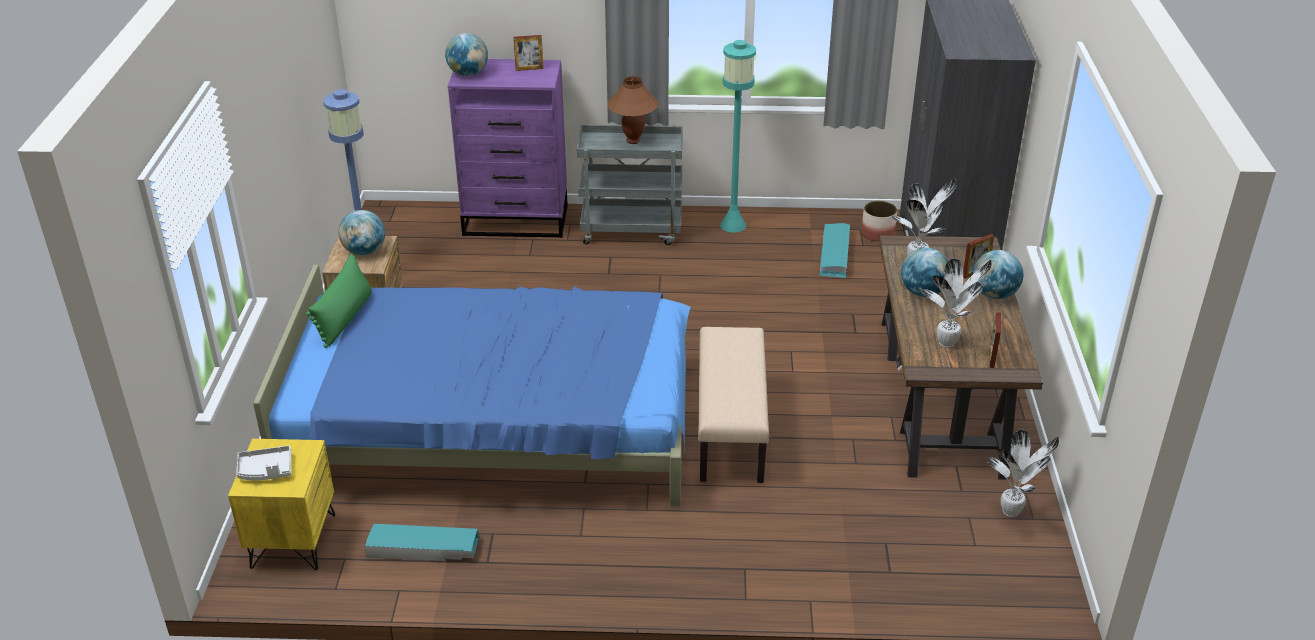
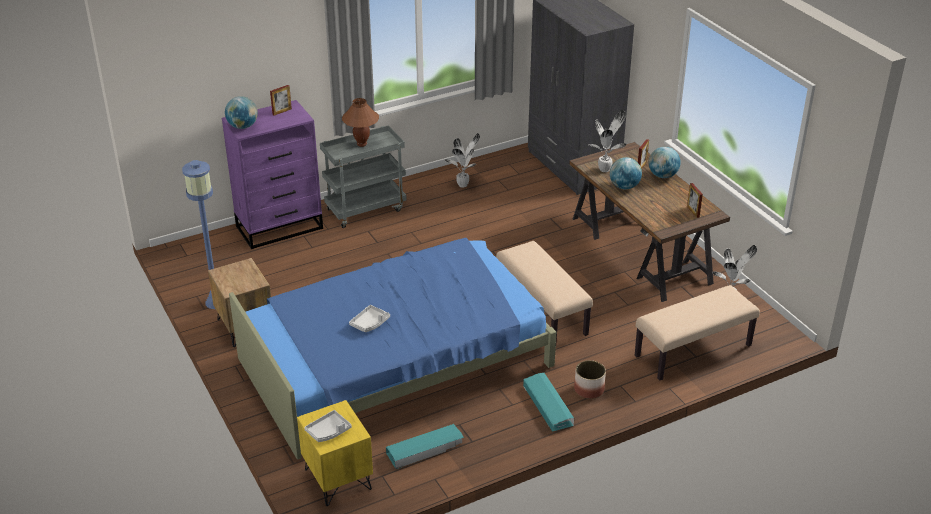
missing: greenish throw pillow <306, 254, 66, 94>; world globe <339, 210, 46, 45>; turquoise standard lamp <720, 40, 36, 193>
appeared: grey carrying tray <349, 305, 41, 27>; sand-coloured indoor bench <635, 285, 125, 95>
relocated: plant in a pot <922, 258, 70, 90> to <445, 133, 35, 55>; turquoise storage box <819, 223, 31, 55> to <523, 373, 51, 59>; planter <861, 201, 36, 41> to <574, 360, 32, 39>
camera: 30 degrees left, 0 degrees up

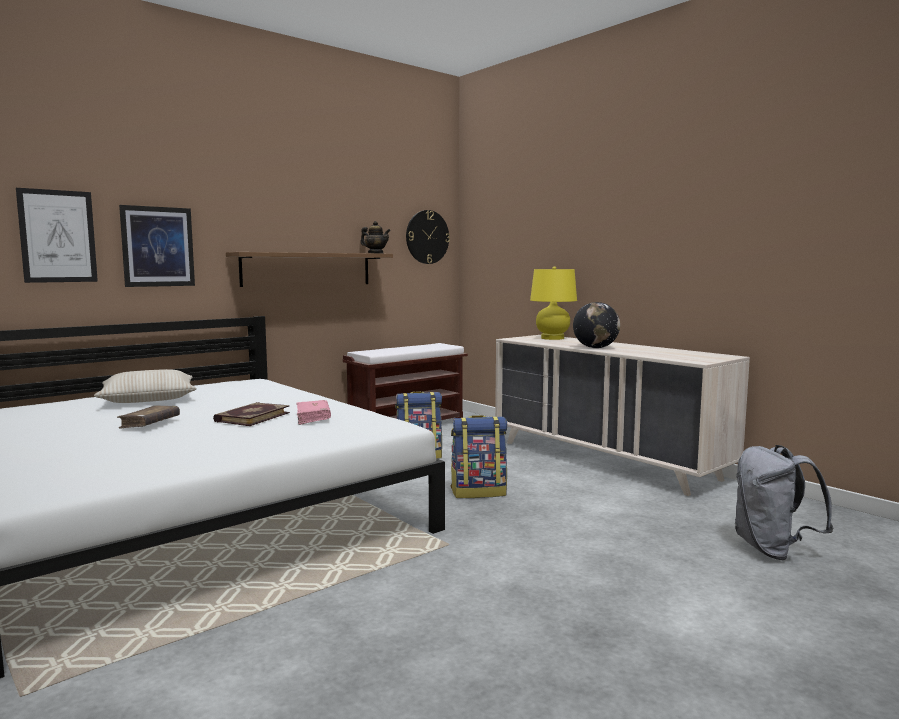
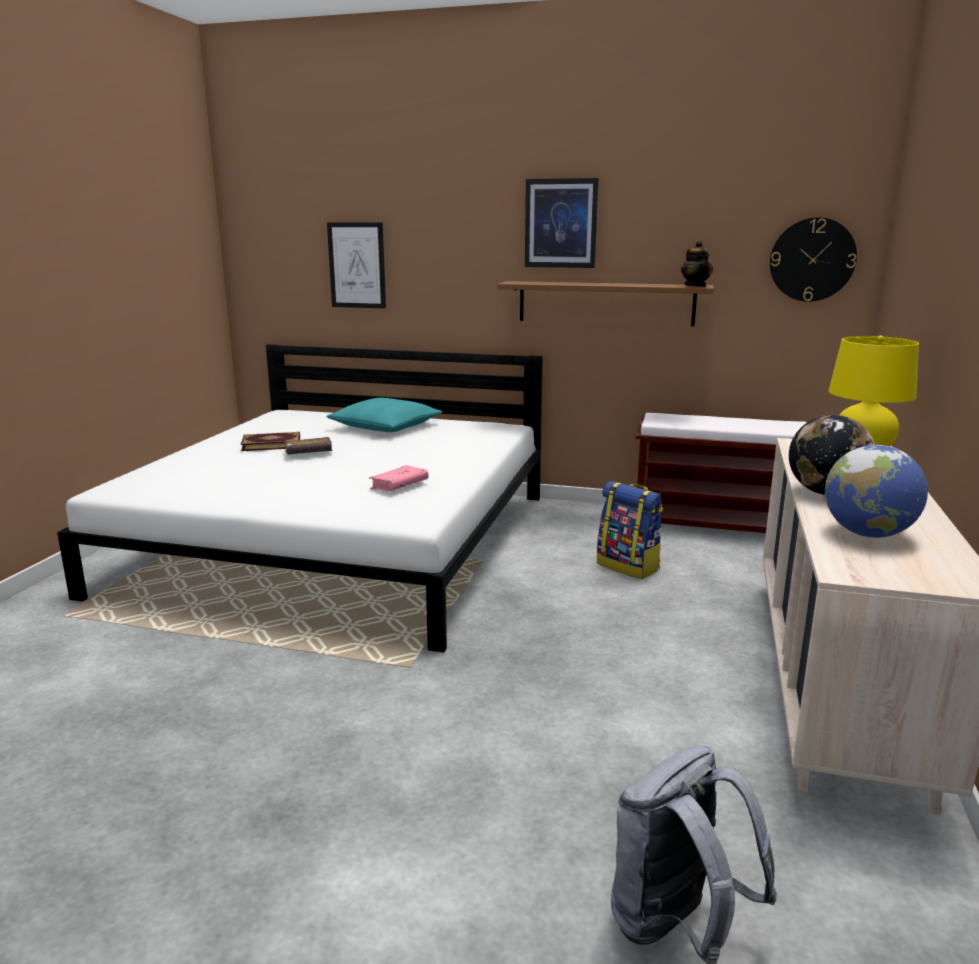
missing: knapsack <451, 415, 56, 83>
appeared: world globe <825, 445, 103, 93>
relocated: bound book <213, 402, 77, 24> to <241, 432, 59, 19>; wall picture <119, 205, 76, 82> to <525, 178, 74, 90>
colour: sand-coloured throw pillow <94, 369, 103, 34> to turquoise throw pillow <327, 398, 115, 34>
camera: 55 degrees right, 10 degrees up

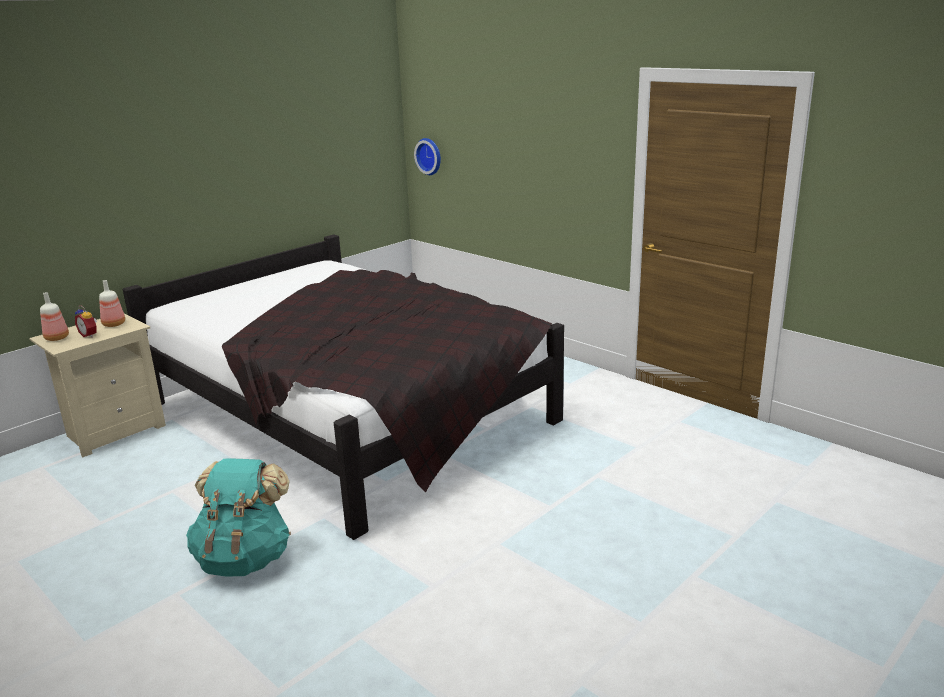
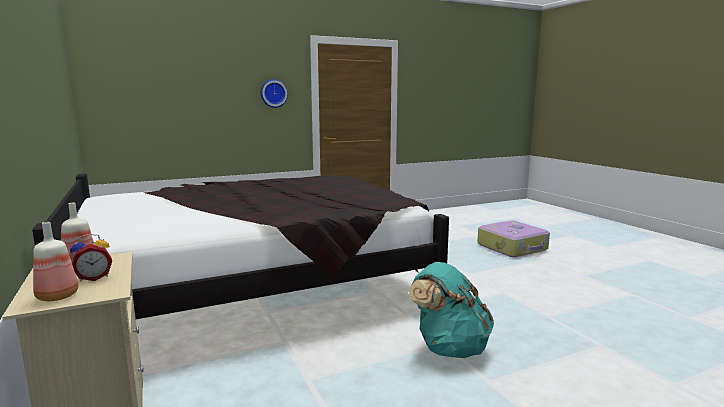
appeared: travel case <477, 220, 73, 37>
relocated: clock on the wall <414, 138, 27, 37> to <261, 79, 27, 29>
camera: 70 degrees left, 10 degrees down

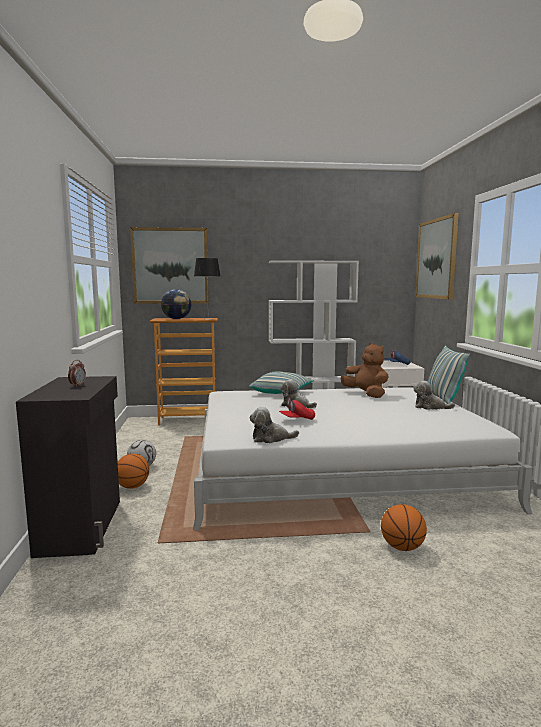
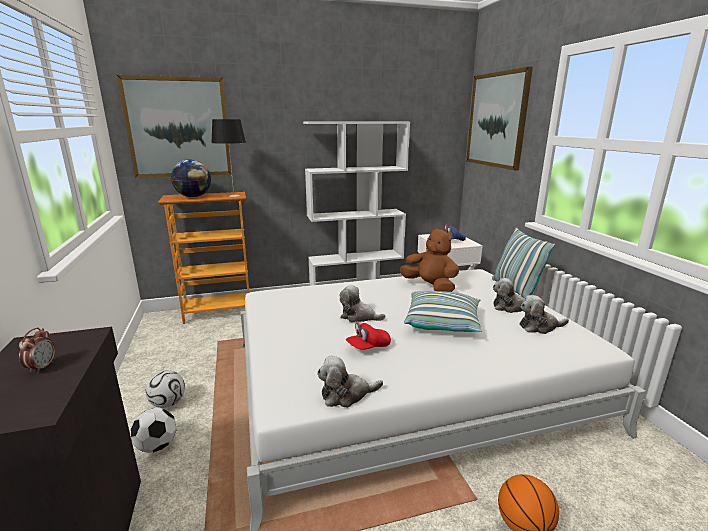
appeared: soft toy <519, 295, 50, 39>
relocated: throw pillow <249, 371, 65, 23> to <404, 291, 78, 41>
exchanged: basketball ball <118, 454, 31, 35> to football ball <131, 408, 45, 45>
camera: 10 degrees left, 10 degrees up

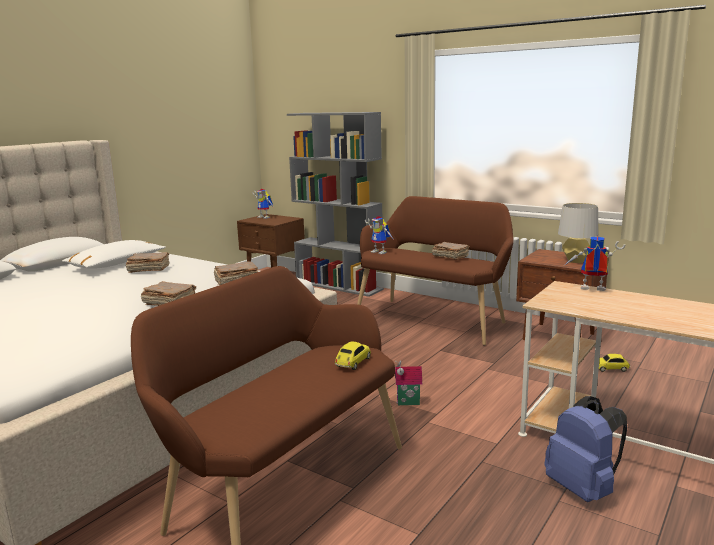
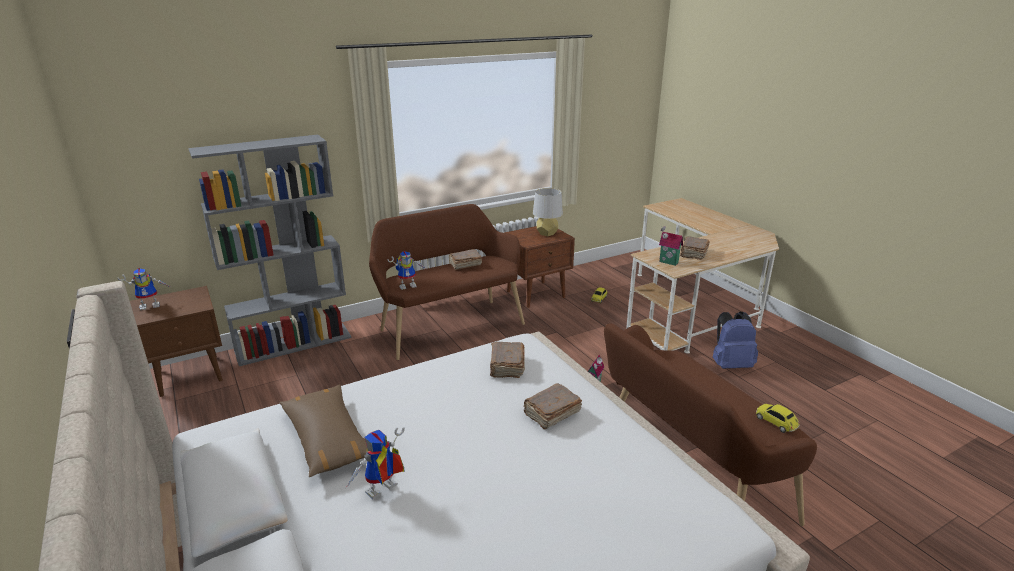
appeared: toy house <659, 226, 24, 40>
relocated: toy robot <565, 236, 60, 55> to <346, 427, 59, 72>; brownish bound book <126, 252, 44, 21> to <680, 237, 30, 23>; model car <335, 342, 36, 28> to <756, 404, 44, 29>
colour: whitish throw pillow <62, 240, 104, 29> to brownish throw pillow <279, 384, 88, 93>
camera: 65 degrees left, 10 degrees up

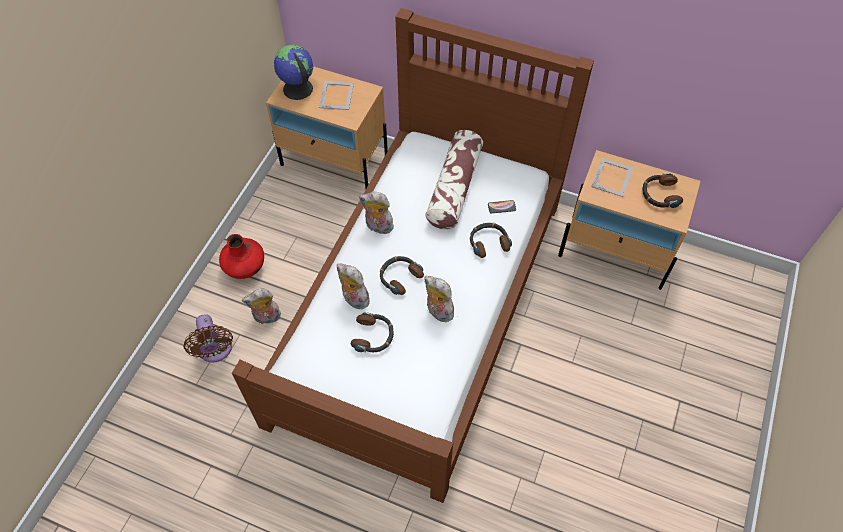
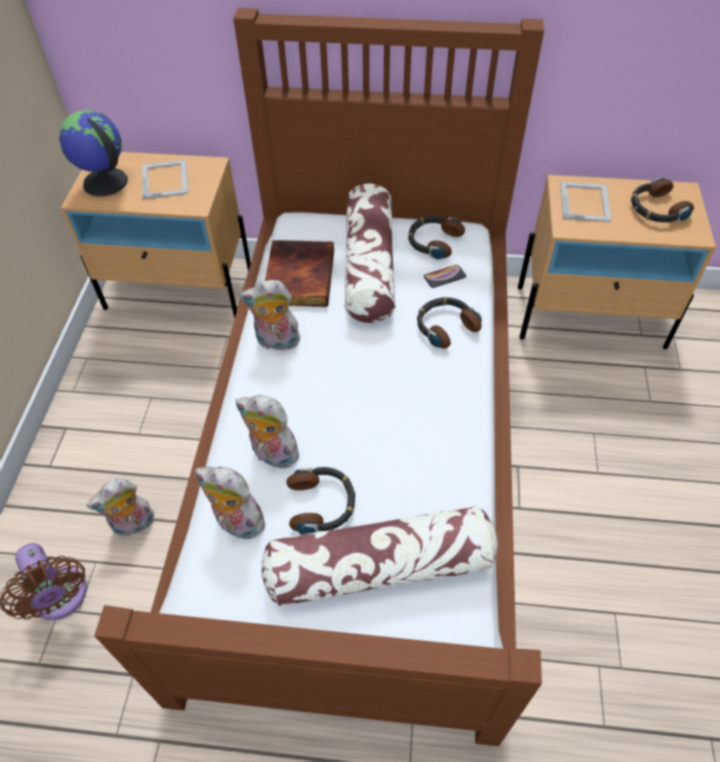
missing: red-coloured flower vase <219, 234, 45, 45>
appeared: throw pillow <261, 505, 237, 102>; bound book <265, 240, 69, 67>
relocated: soft toy <425, 276, 31, 46> to <195, 467, 74, 72>; headphones <380, 256, 44, 39> to <408, 216, 57, 44>
camera: 15 degrees left, 5 degrees down

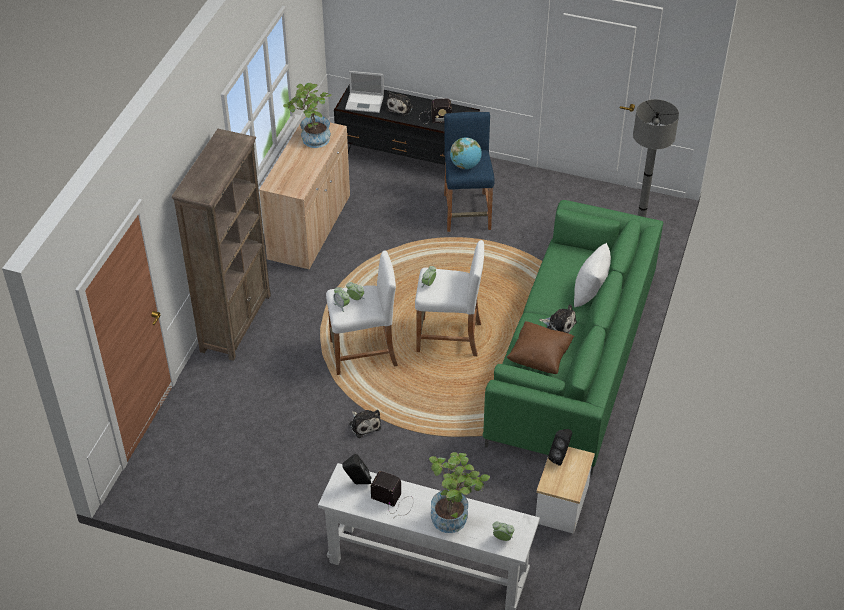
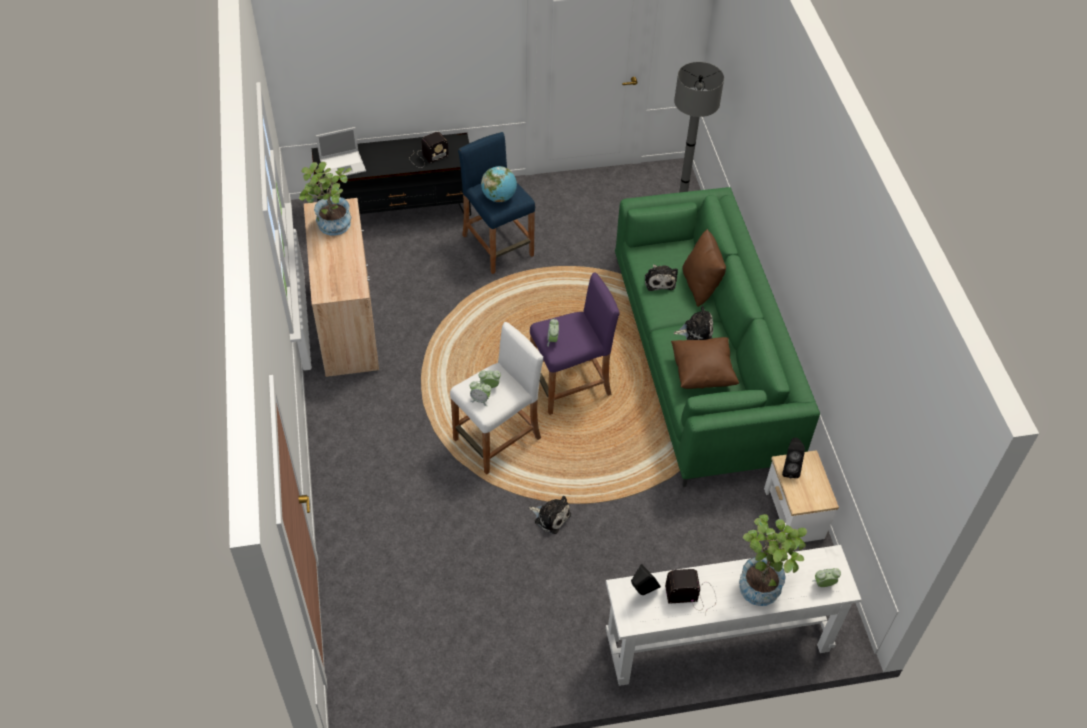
missing: brownish shelving unit <172, 129, 99, 232>
relocated: soft toy <386, 92, 27, 24> to <645, 264, 33, 27>
colour: whitish stool seat <415, 240, 69, 116> to purple-coloured stool seat <530, 272, 90, 143>; whitish throw pillow <574, 243, 37, 64> to brownish throw pillow <682, 229, 44, 78>
camera: 30 degrees left, 5 degrees up

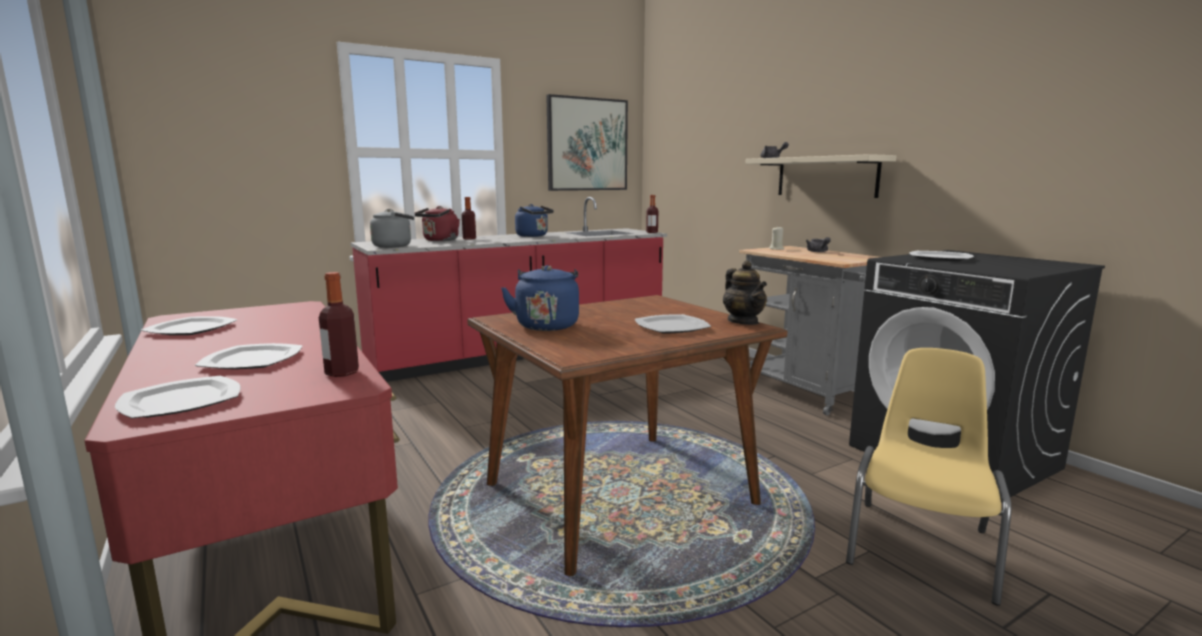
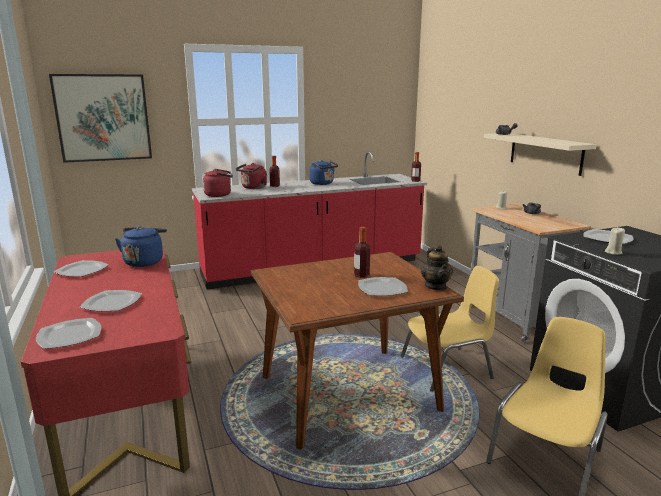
appeared: yellow plain chair <401, 266, 98, 126>; sand-coloured wax light <605, 228, 20, 27>
relocated: wall picture <546, 94, 82, 97> to <49, 74, 103, 89>; blue-coloured kettle <501, 265, 78, 66> to <115, 227, 52, 40>; drink bottle <319, 272, 40, 105> to <354, 227, 16, 51>
colour: grey kettle <370, 209, 44, 39> to red-coloured kettle <203, 169, 30, 28>
camera: 10 degrees right, 5 degrees up

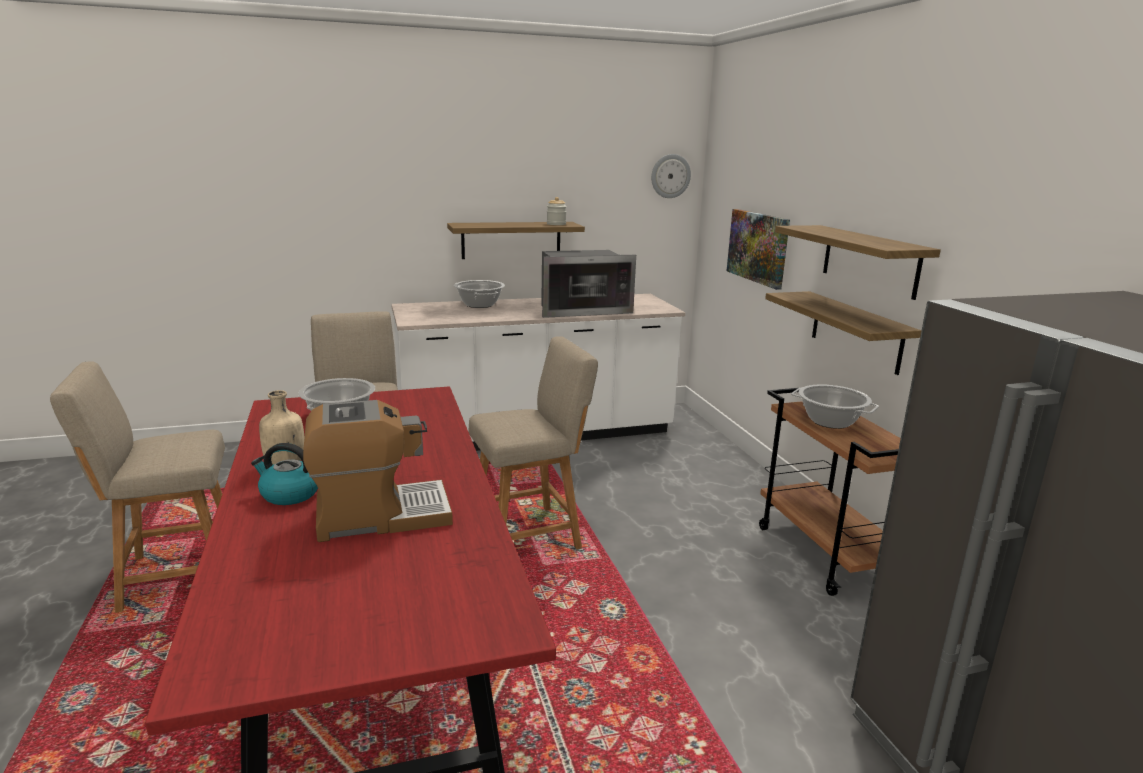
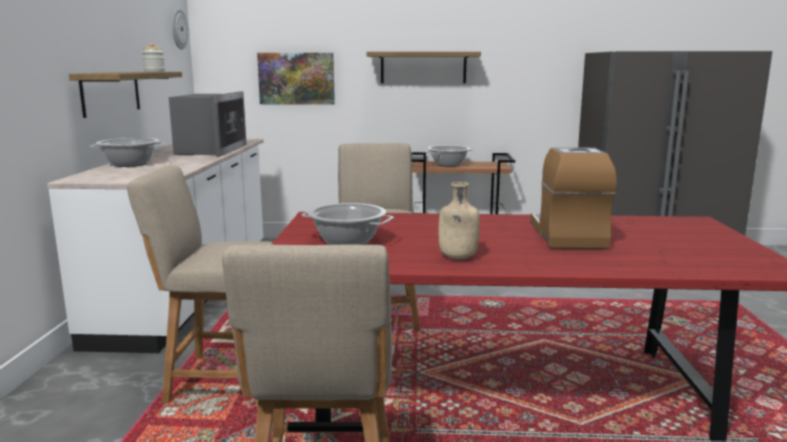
missing: kettle <251, 443, 67, 62>; wall shelf <765, 291, 157, 84>
camera: 70 degrees left, 5 degrees down

